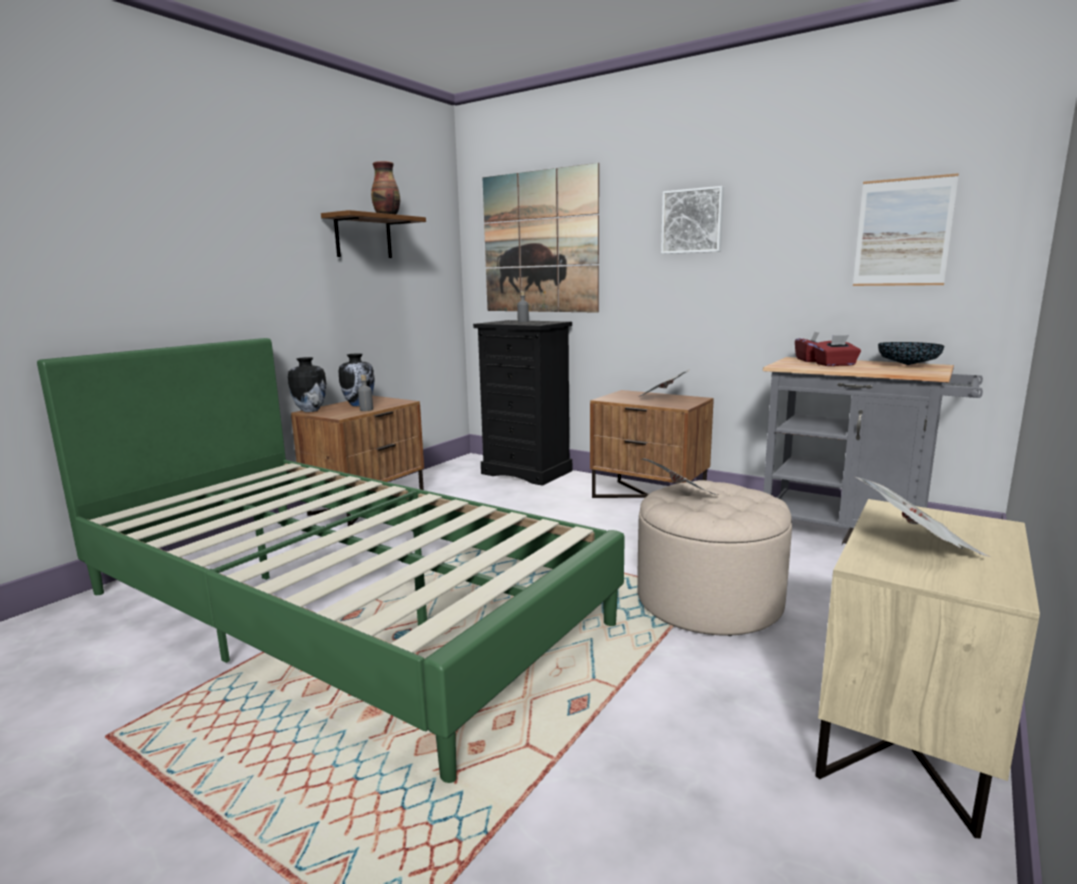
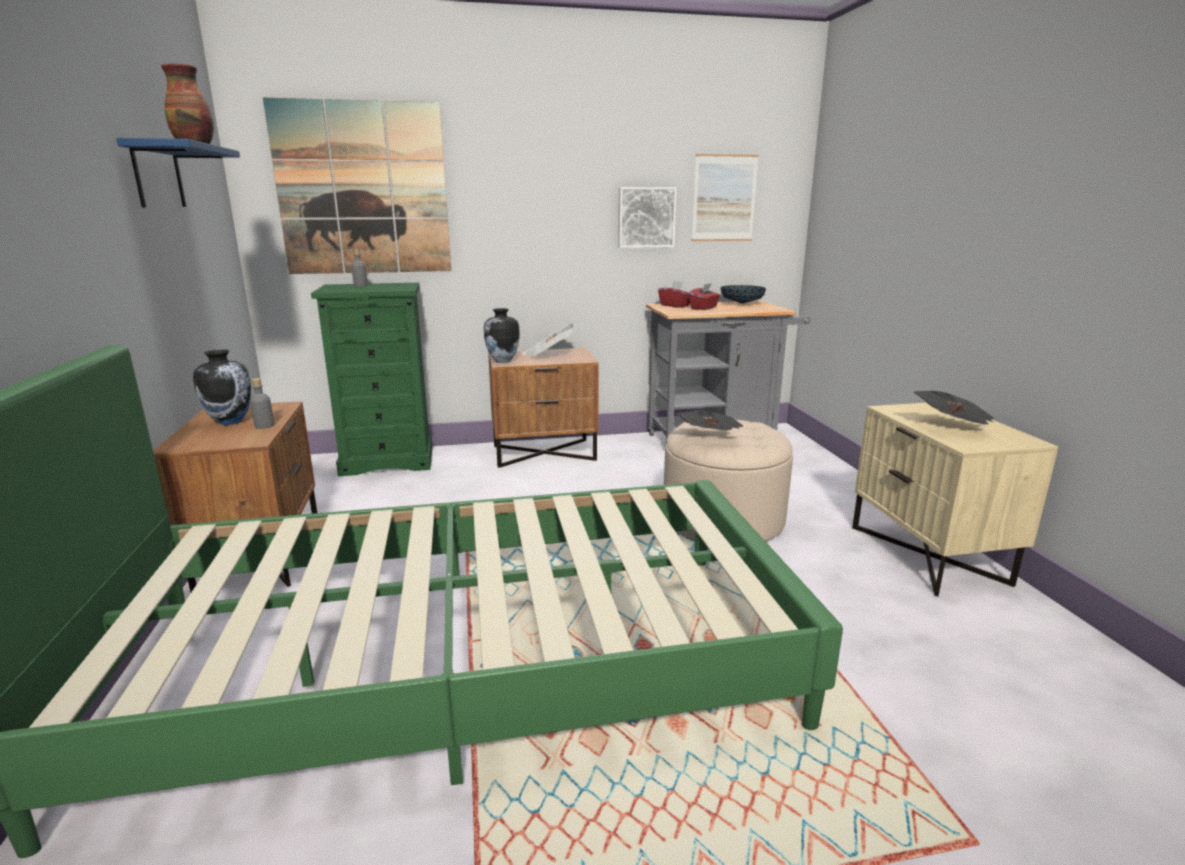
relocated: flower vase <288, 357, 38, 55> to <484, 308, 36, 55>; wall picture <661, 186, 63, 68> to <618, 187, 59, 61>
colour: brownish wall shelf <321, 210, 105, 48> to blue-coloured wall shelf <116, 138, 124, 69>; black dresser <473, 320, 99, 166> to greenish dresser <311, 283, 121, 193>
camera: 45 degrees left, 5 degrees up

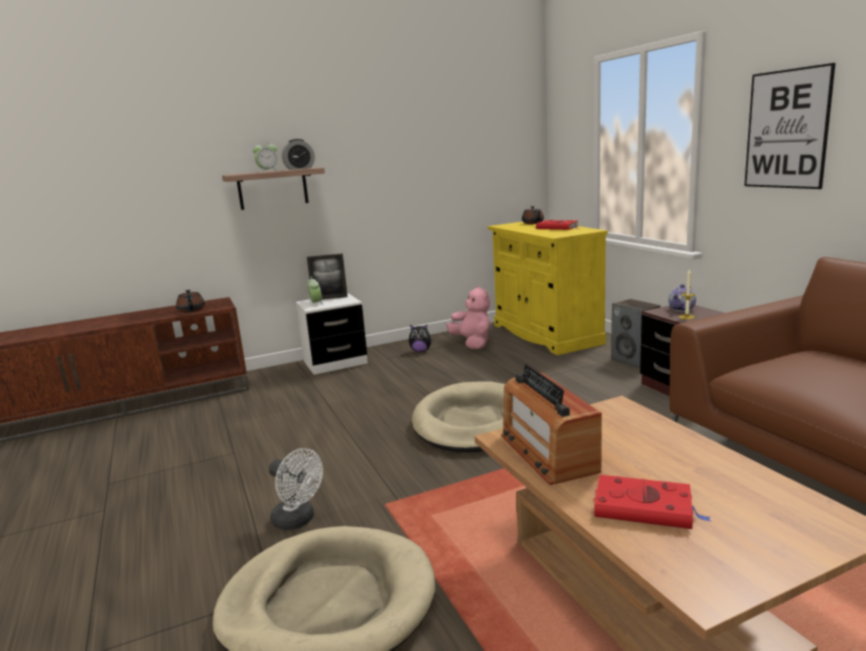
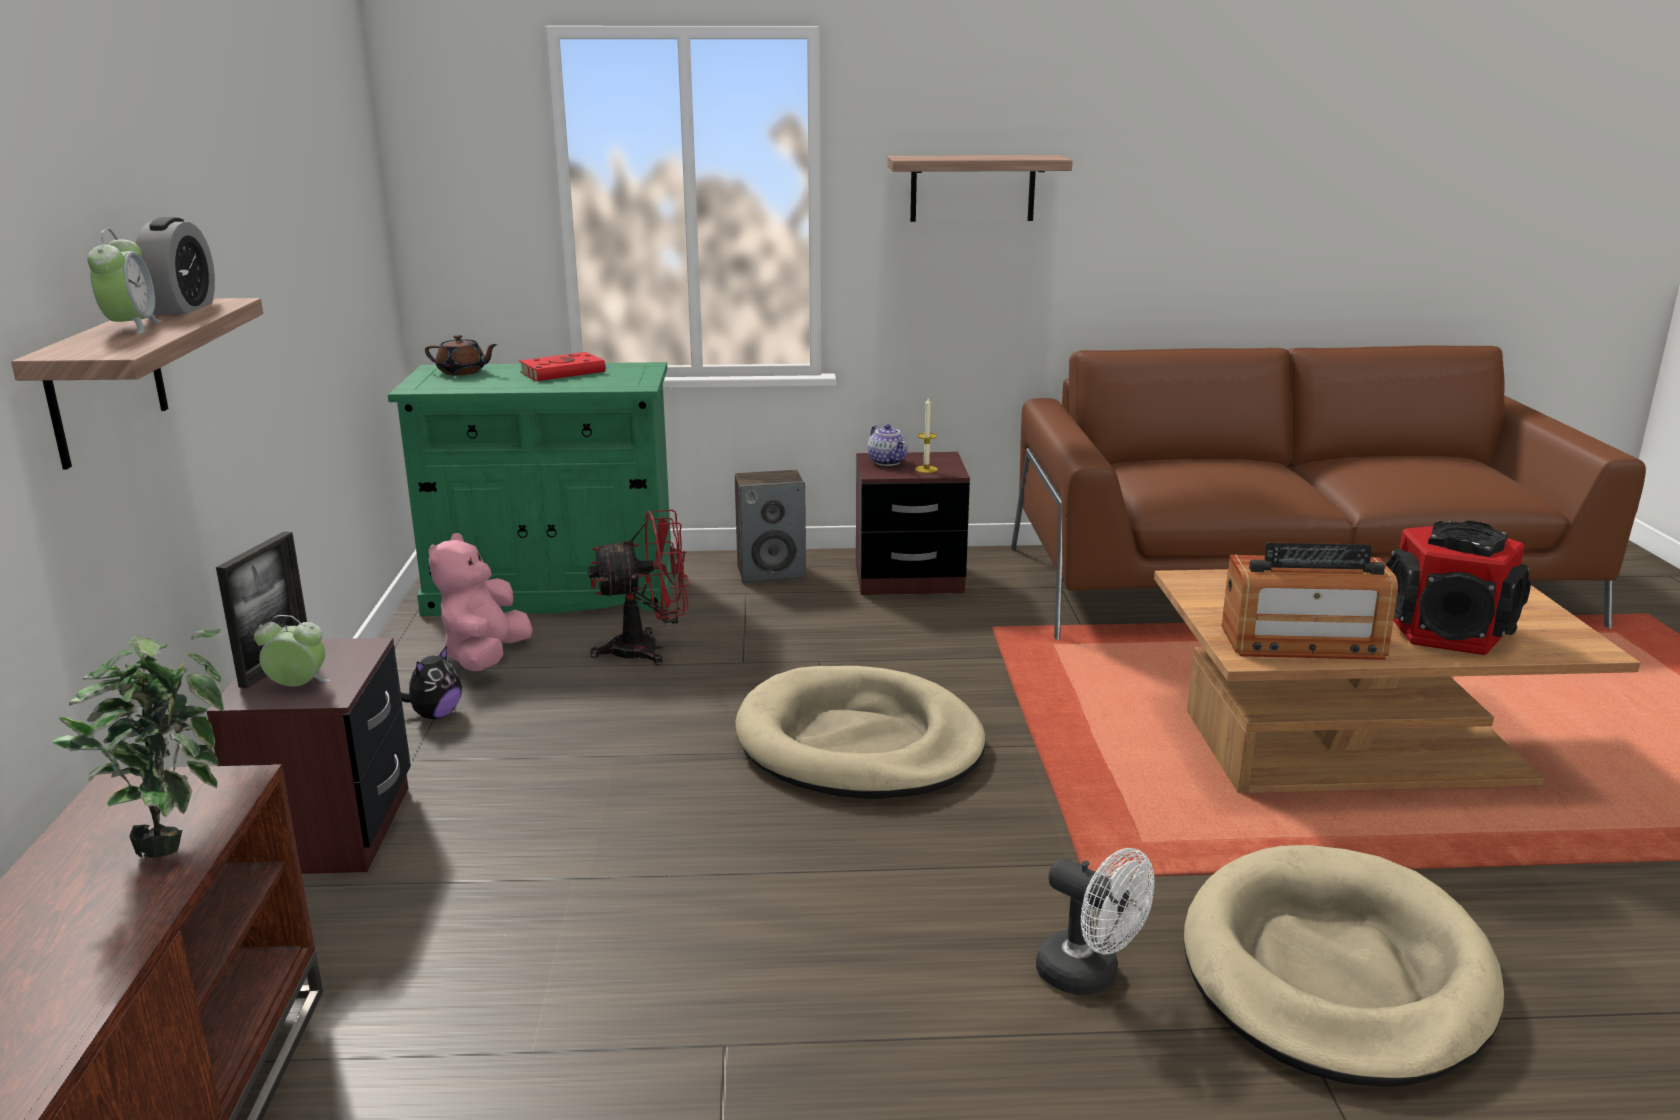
appeared: red-coloured fan <588, 510, 101, 155>
exchanged: brownish teapot <176, 290, 29, 23> to plant in a pot <52, 629, 172, 229>; wall picture <744, 63, 91, 126> to wall shelf <888, 155, 184, 67>; red-coloured bound book <594, 475, 117, 54> to loudspeaker <1386, 520, 145, 135>
colour: whitish nightstand <296, 293, 72, 82> to brownish nightstand <207, 638, 204, 236>; yellow storage cabinet <488, 222, 120, 133> to greenish storage cabinet <388, 362, 288, 254>
spun: pinkish soft toy <446, 286, 44, 63> = <429, 533, 104, 138> 75 degrees counterclockwise; whitish fan <269, 448, 54, 83> = <1036, 848, 119, 147> 75 degrees clockwise
camera: 70 degrees left, 5 degrees up

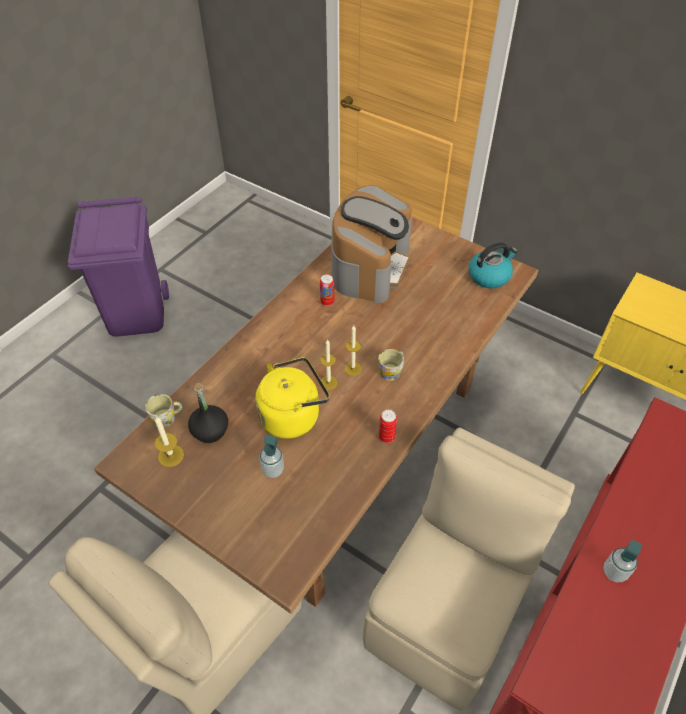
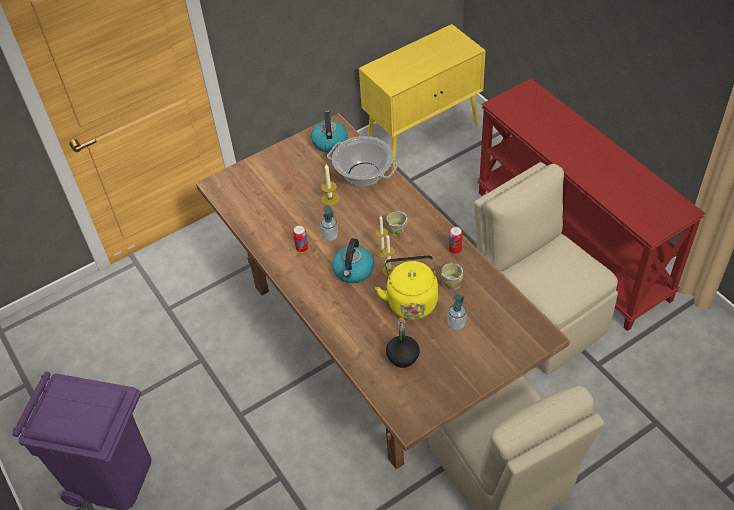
missing: coffee brewer <331, 185, 81, 118>
appeared: saucepot <327, 136, 72, 50>; kettle <332, 238, 42, 45>
relocated: wax light <155, 416, 29, 51> to <321, 164, 19, 42>; soap dispenser <603, 540, 39, 42> to <321, 205, 17, 36>; mug <145, 394, 37, 33> to <441, 263, 22, 27>
camera: 65 degrees left, 0 degrees up

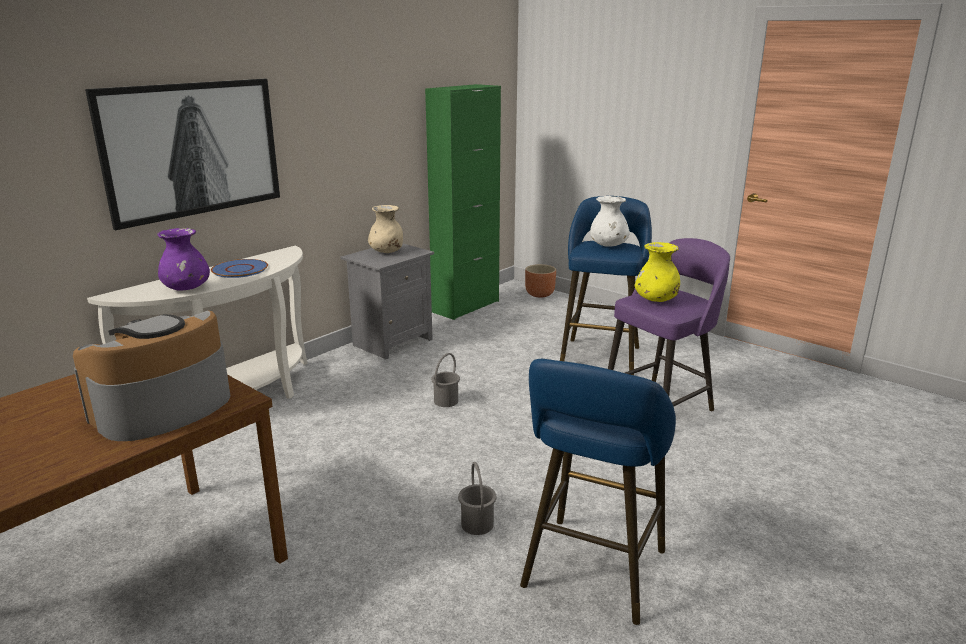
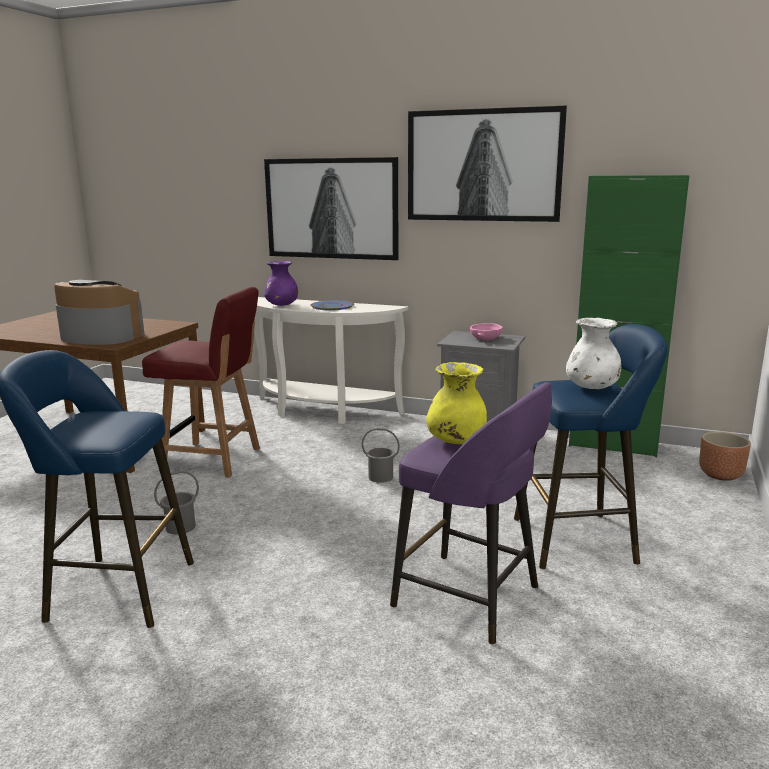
appeared: red-coloured plain chair <142, 287, 118, 191>; wall picture <408, 106, 159, 116>
exchanged: sand-coloured flower vase <368, 205, 35, 48> to pinkish bowl <470, 323, 33, 17>
camera: 70 degrees right, 5 degrees down

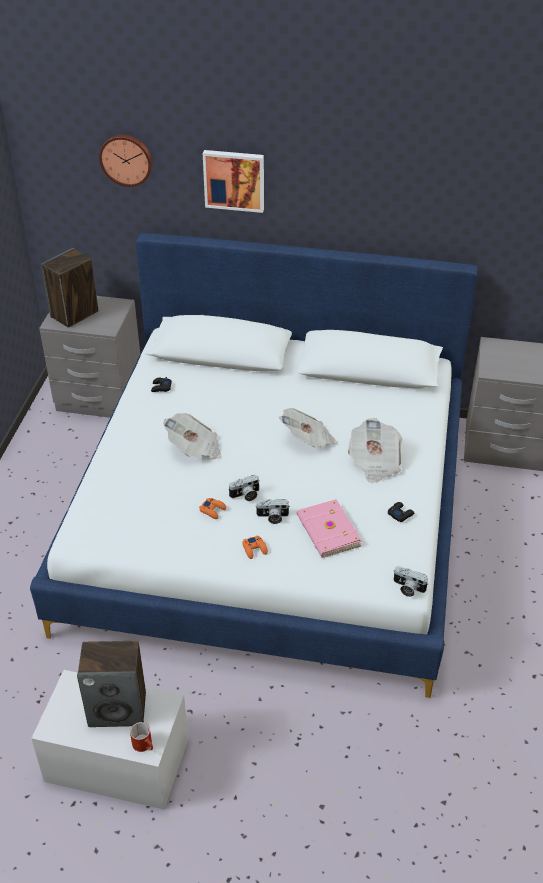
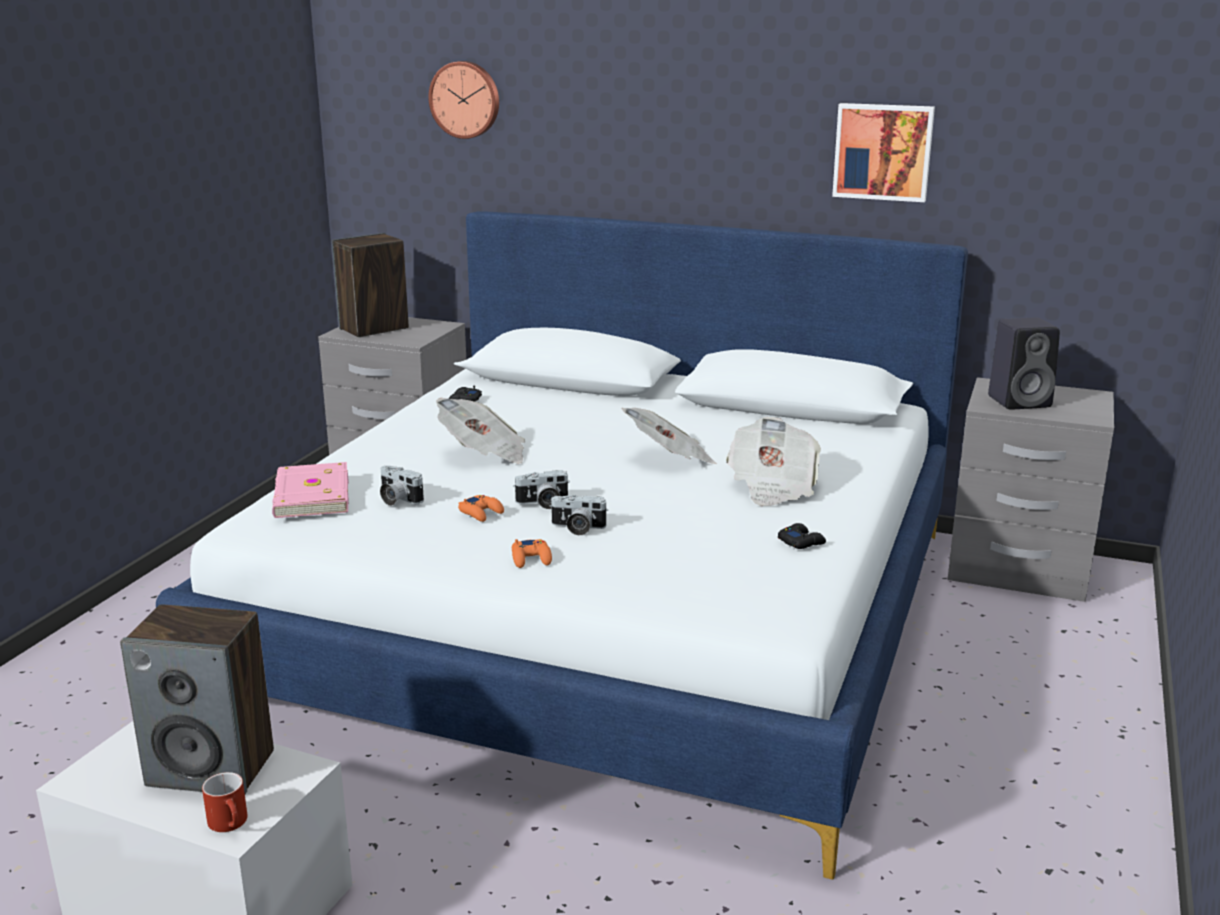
appeared: black loudspeaker <988, 318, 72, 92>
relocated: pinkish bound book <297, 499, 65, 59> to <272, 462, 77, 56>; still camera <393, 566, 35, 31> to <380, 466, 44, 40>; wall picture <203, 150, 61, 63> to <832, 103, 103, 99>
camera: 10 degrees right, 20 degrees down

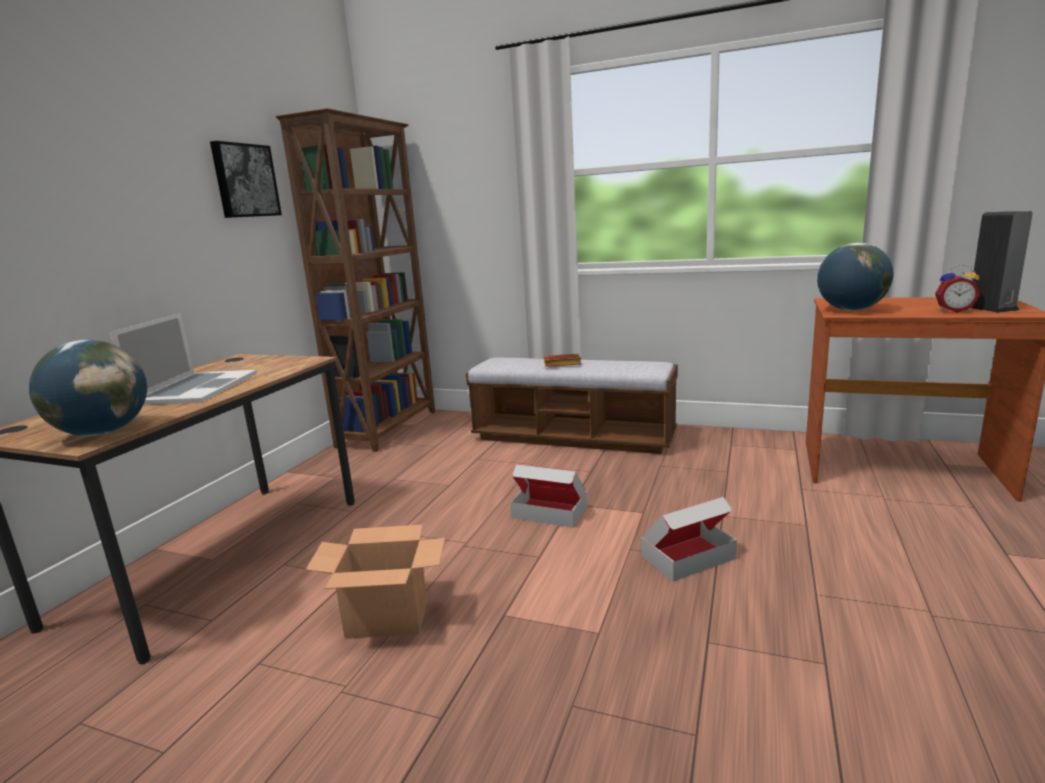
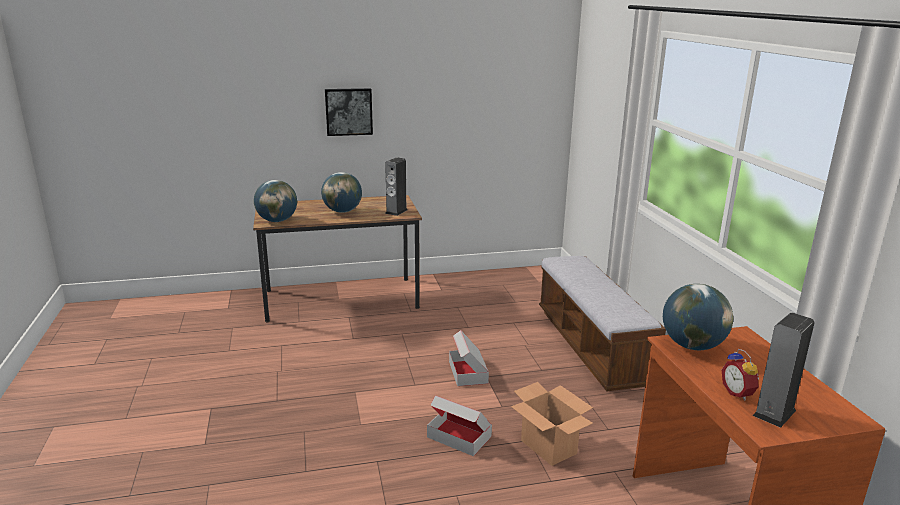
missing: brownish shelving unit <276, 108, 159, 344>; brownish bound book <544, 354, 37, 13>
appeared: loudspeaker <385, 157, 22, 59>
relocated: wall picture <210, 141, 72, 77> to <325, 88, 48, 48>; cardboard box <306, 525, 139, 114> to <511, 382, 82, 84>
exchanged: notebook computer <110, 313, 147, 92> to world globe <321, 172, 41, 41>
camera: 55 degrees right, 5 degrees up

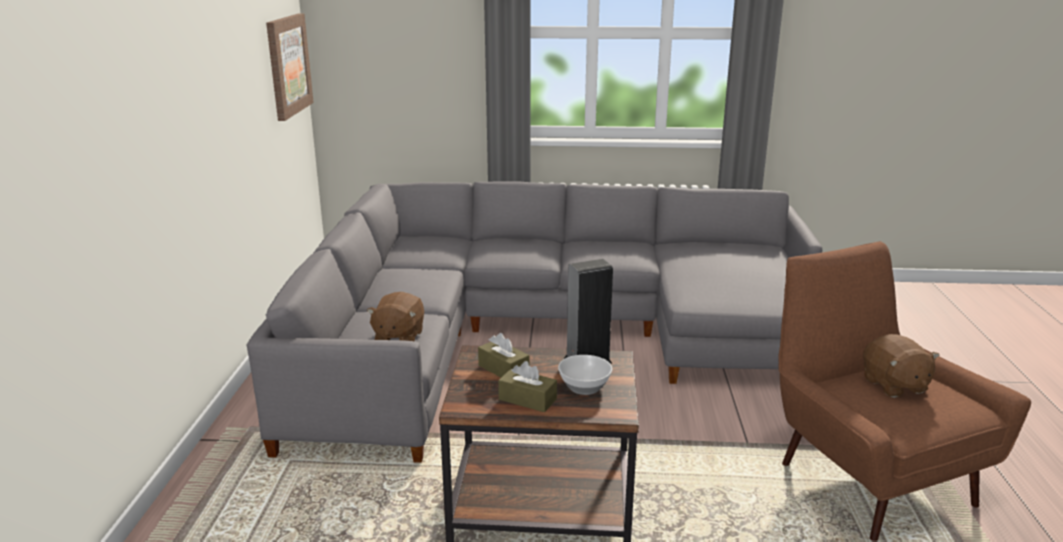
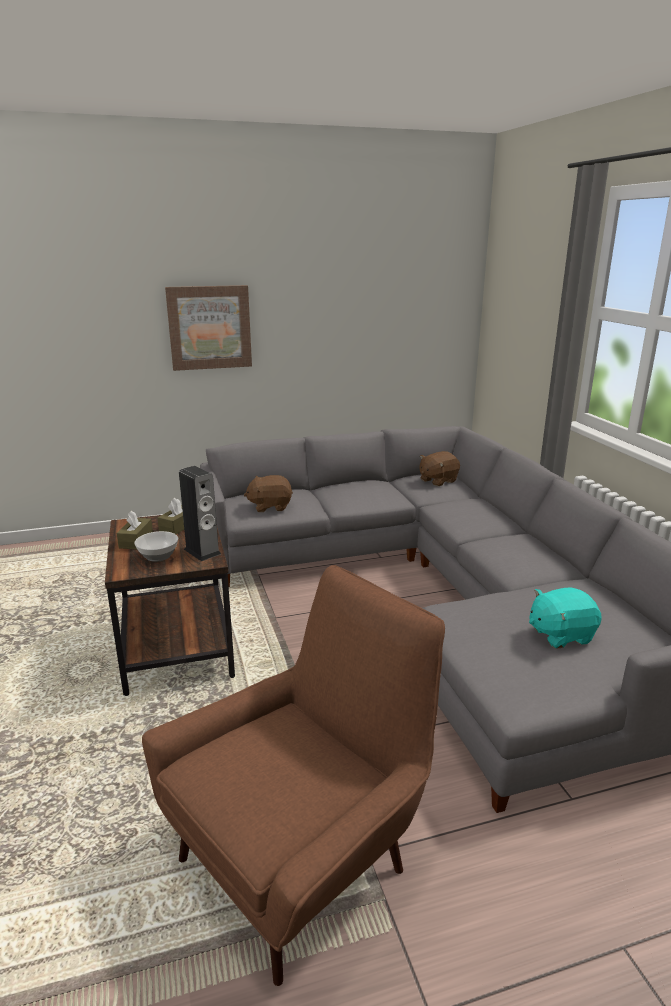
appeared: turquoise soft toy <529, 587, 73, 62>
relocated: wall picture <266, 14, 48, 107> to <165, 285, 87, 86>; brownish soft toy <863, 334, 77, 64> to <419, 451, 41, 35>
camera: 70 degrees right, 0 degrees up

